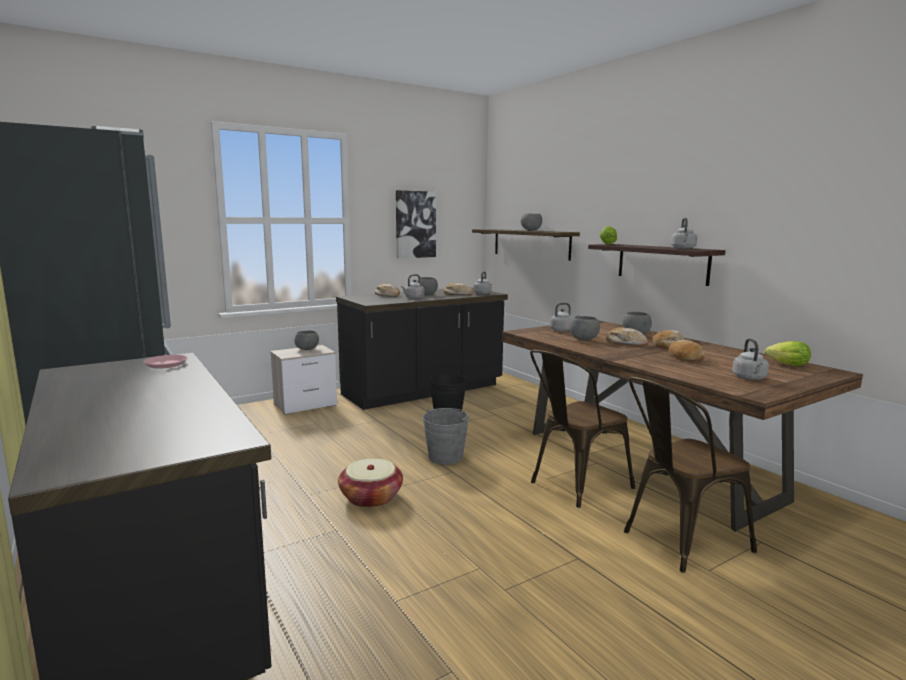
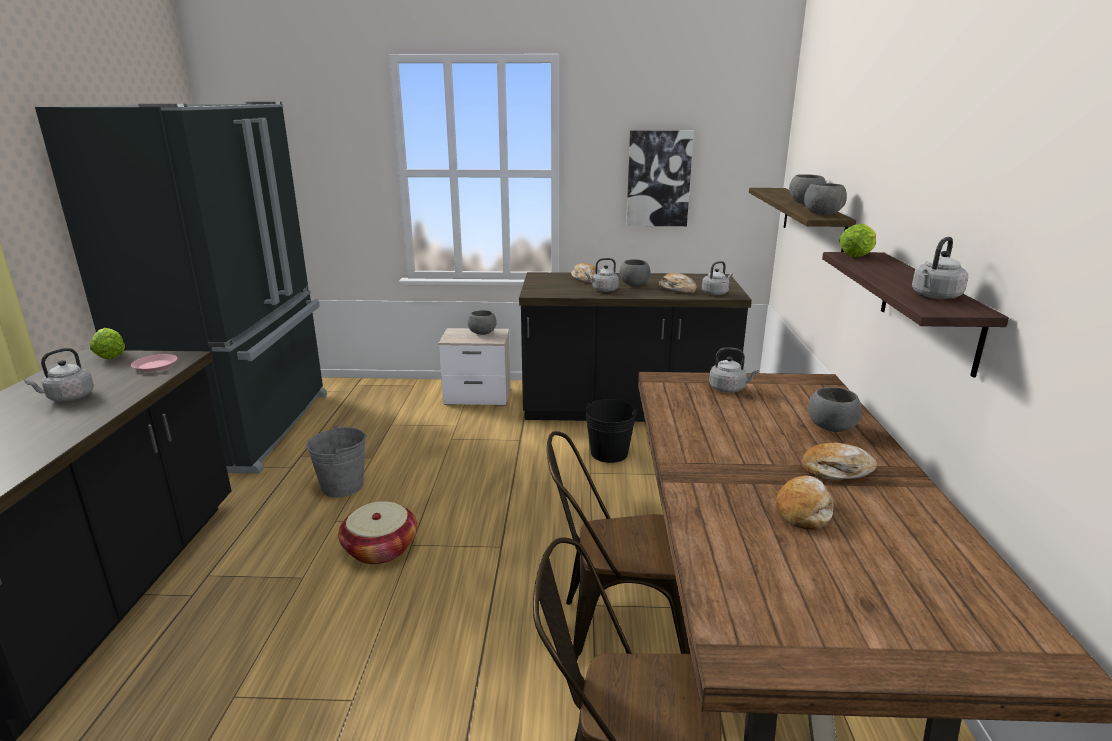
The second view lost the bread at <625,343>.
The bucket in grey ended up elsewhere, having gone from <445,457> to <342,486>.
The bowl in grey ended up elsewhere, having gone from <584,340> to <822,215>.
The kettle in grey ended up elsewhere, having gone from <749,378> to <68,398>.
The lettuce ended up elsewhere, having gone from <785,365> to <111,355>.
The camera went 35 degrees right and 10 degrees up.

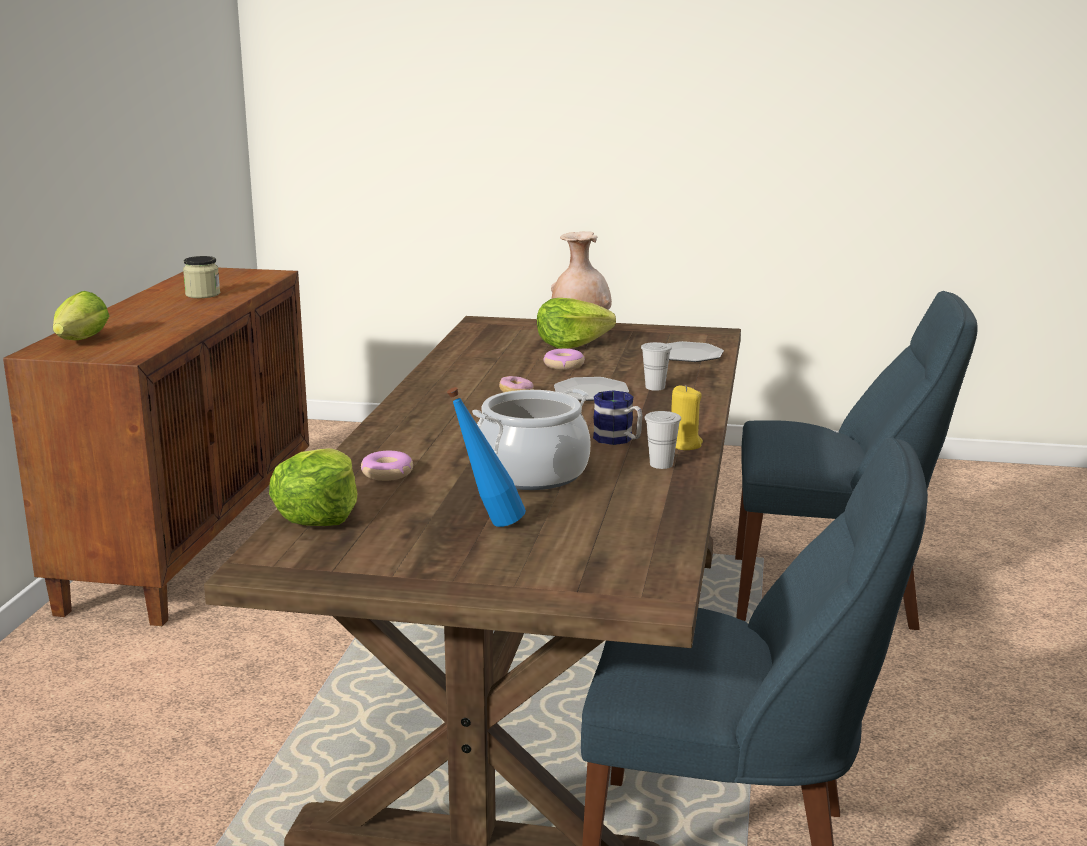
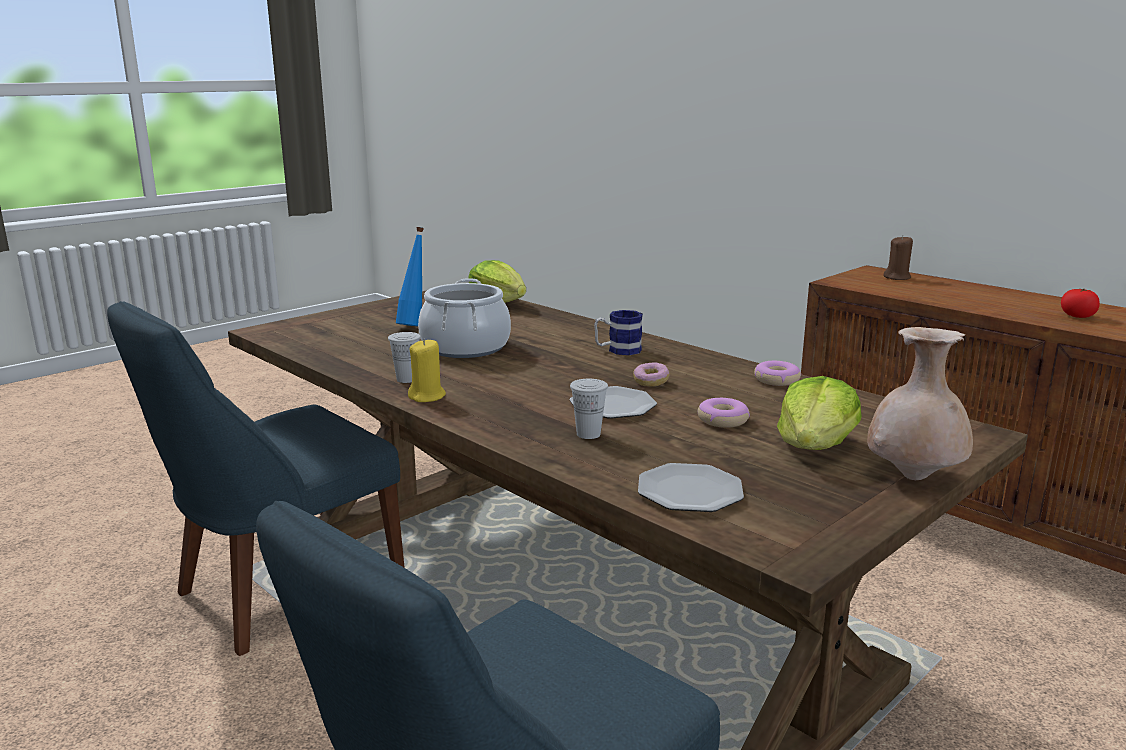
The donut ended up elsewhere, having gone from <387,473> to <776,380>.
The mug ended up elsewhere, having gone from <619,440> to <618,350>.
Where the lettuce stood at <79,341>, the candle in brown came to stand at <897,278>.
Where the jar stood at <203,294>, the tomato came to stand at <1077,316>.
The camera went 125 degrees right and 0 degrees up.

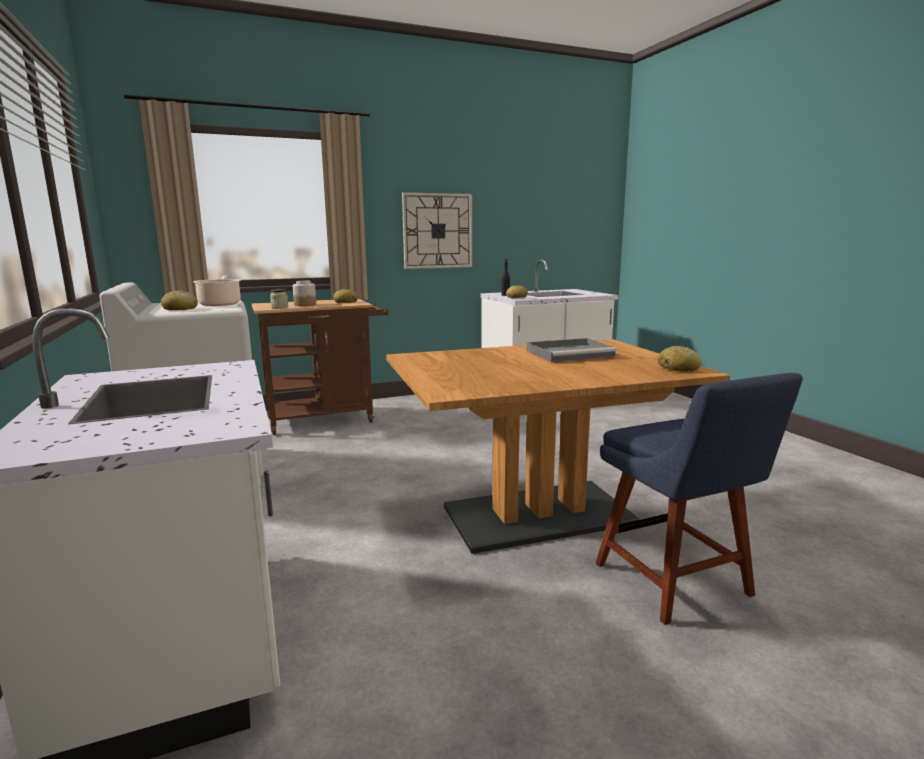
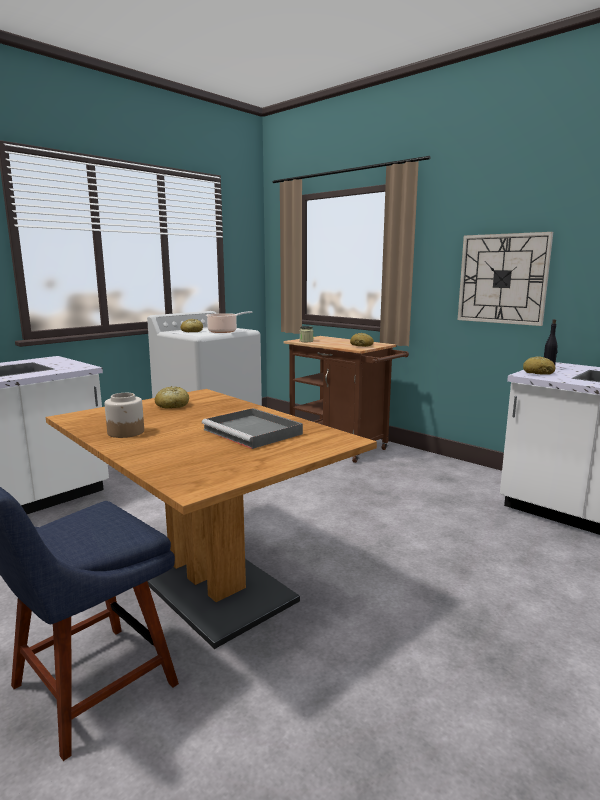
The jar ended up elsewhere, having gone from <305,305> to <126,432>.
The bread ended up elsewhere, having gone from <678,368> to <172,405>.
The camera went 65 degrees right and 0 degrees up.

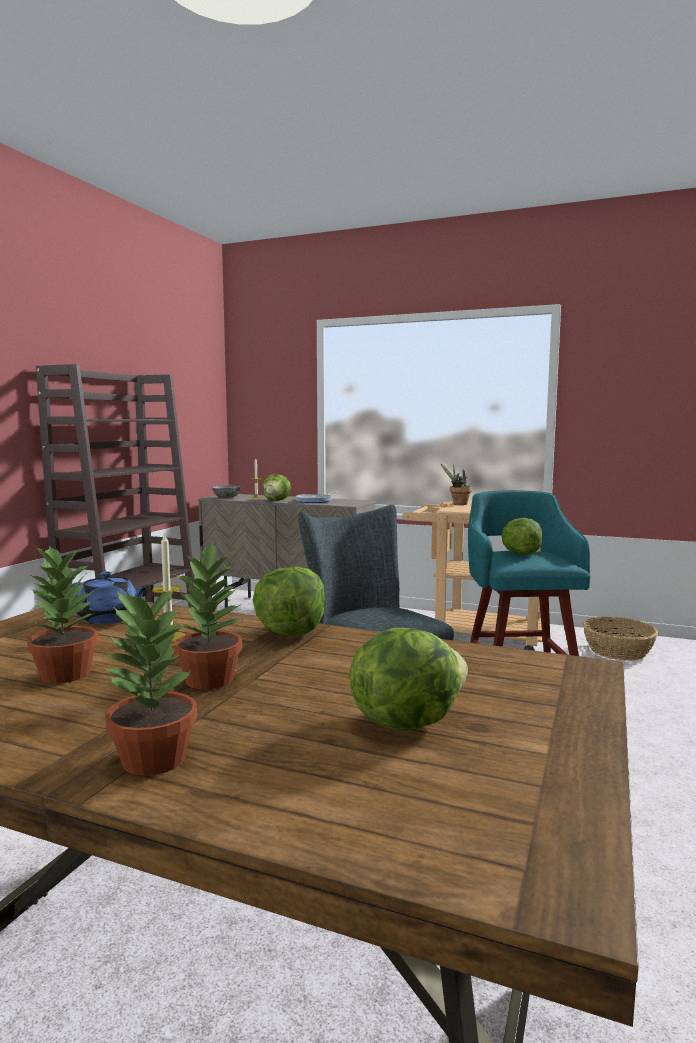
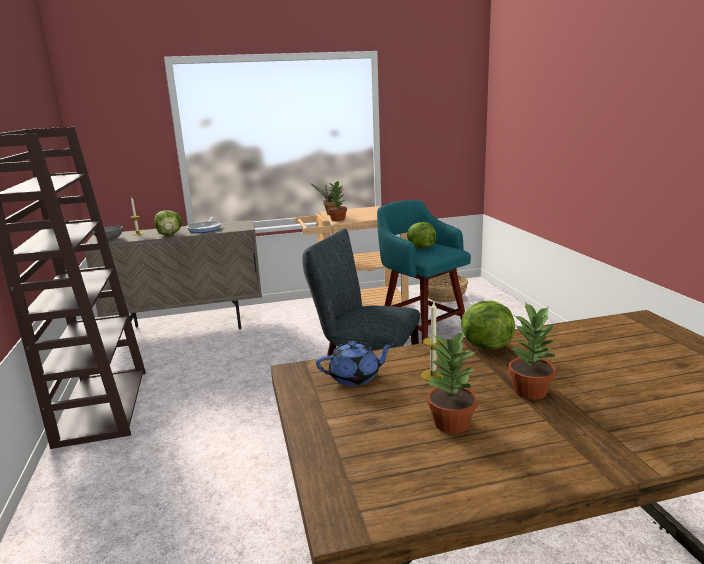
The second view lost the lettuce at <405,721>.
The potted plant ended up elsewhere, having gone from <152,759> to <337,219>.
The camera went 35 degrees left and 10 degrees up.

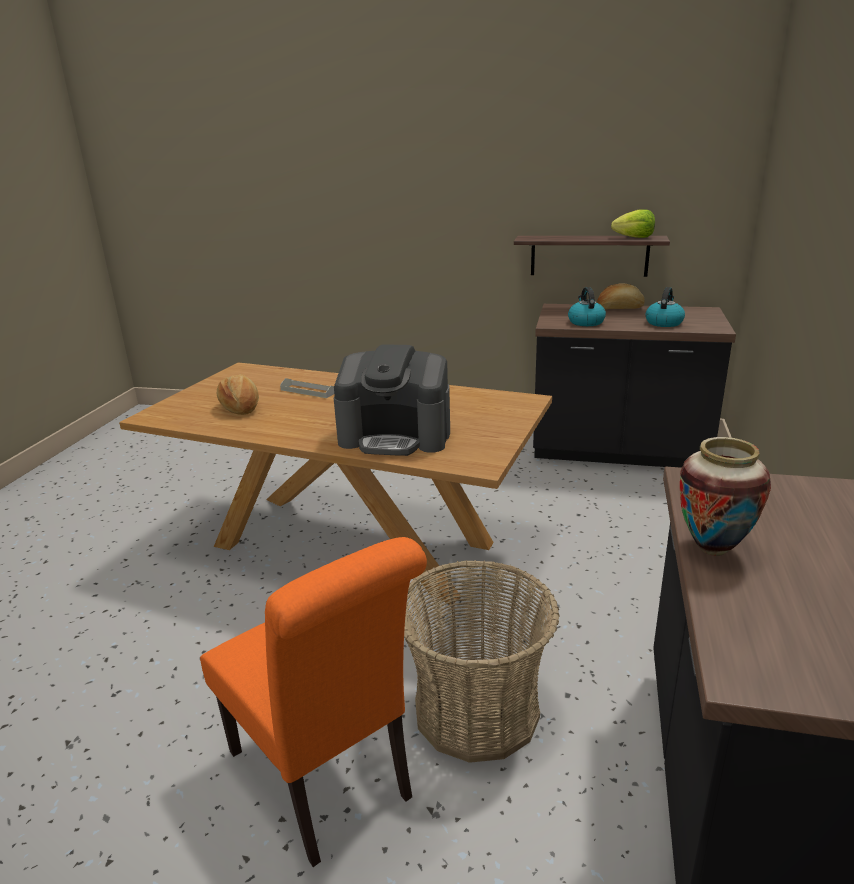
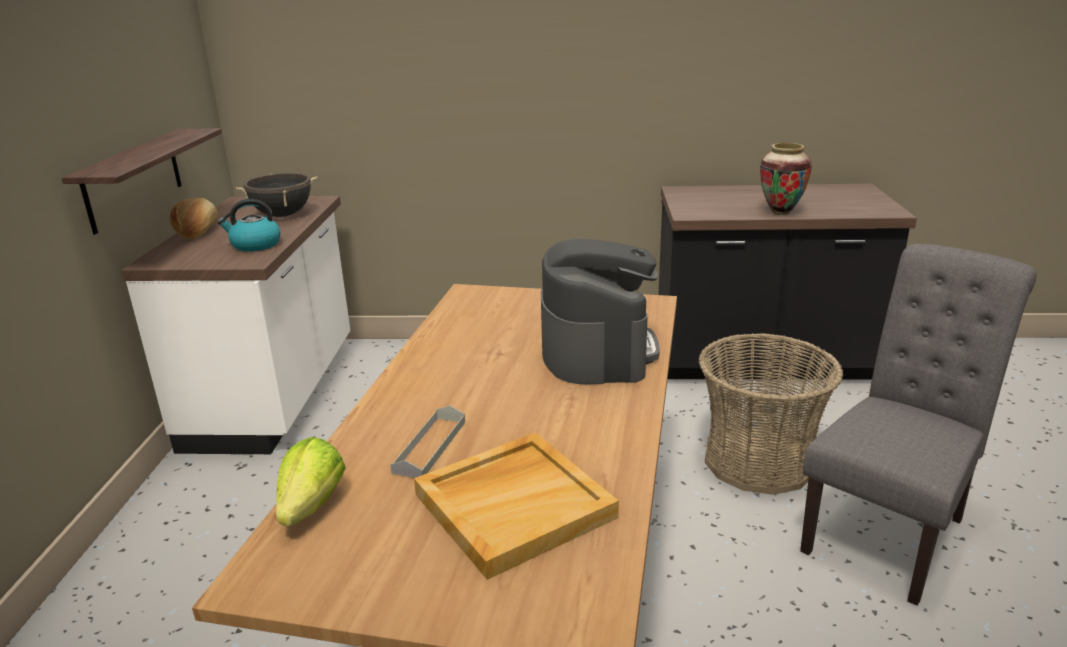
The lettuce ended up elsewhere, having gone from <634,237> to <311,506>.
Where the bread stood at <240,407>, the tray in beige came to stand at <514,504>.
Where the kettle stood at <664,323>, the cooking pot in black came to stand at <283,215>.
What was the chair in orange at <326,780> turned into the chair in grey at <890,530>.
What was the counter in black at <618,452> turned into the counter in white at <276,395>.
The camera went 100 degrees left and 0 degrees up.

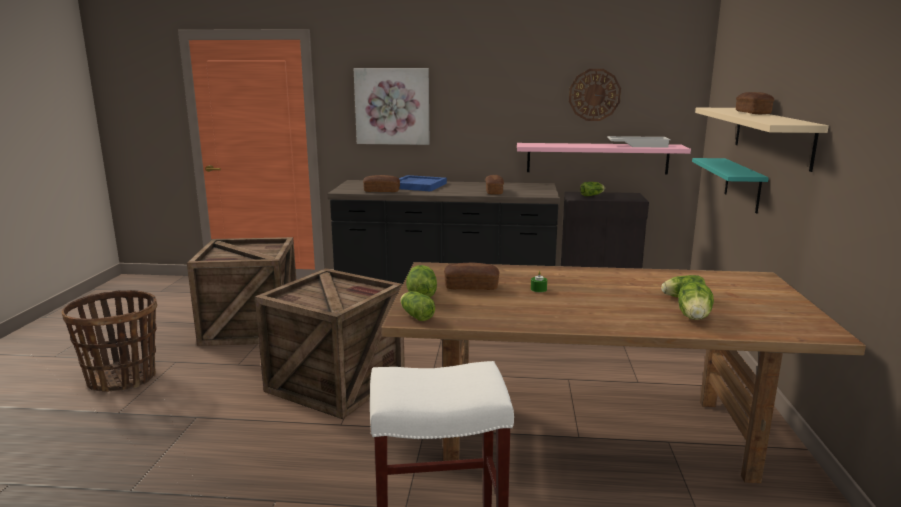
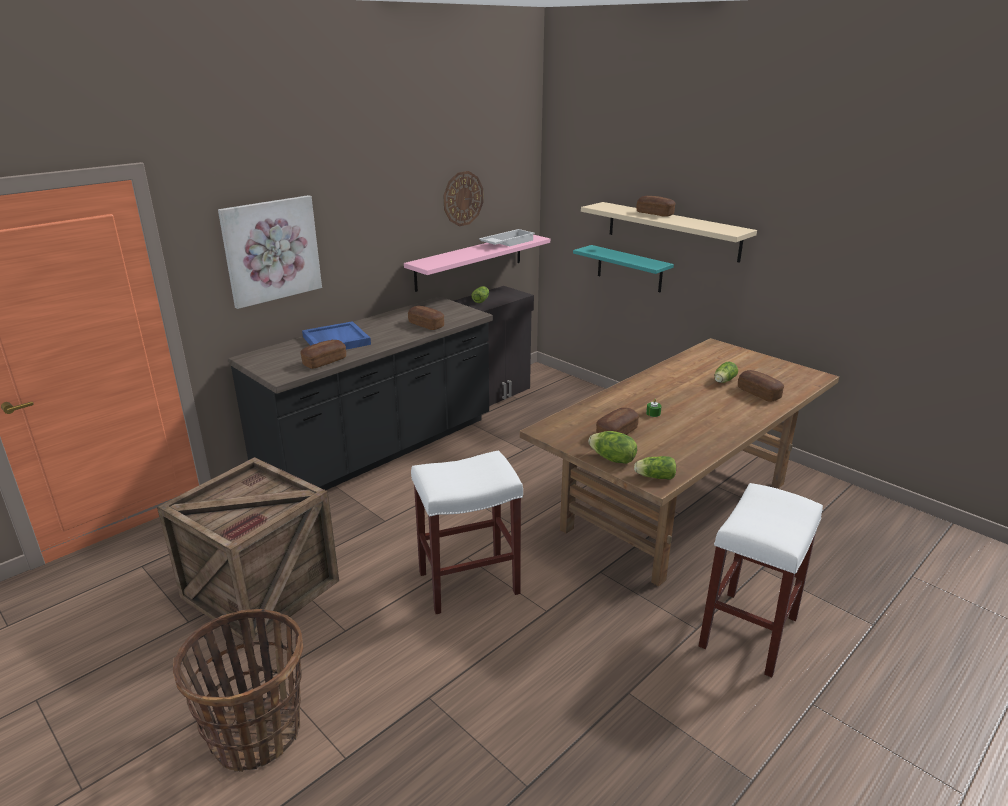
Where the crate stood at <338,382>, the stool in white came to stand at <470,582>.
Where the lettuce stood at <694,317>, the bread came to stand at <759,393>.
The camera went 50 degrees left and 10 degrees up.

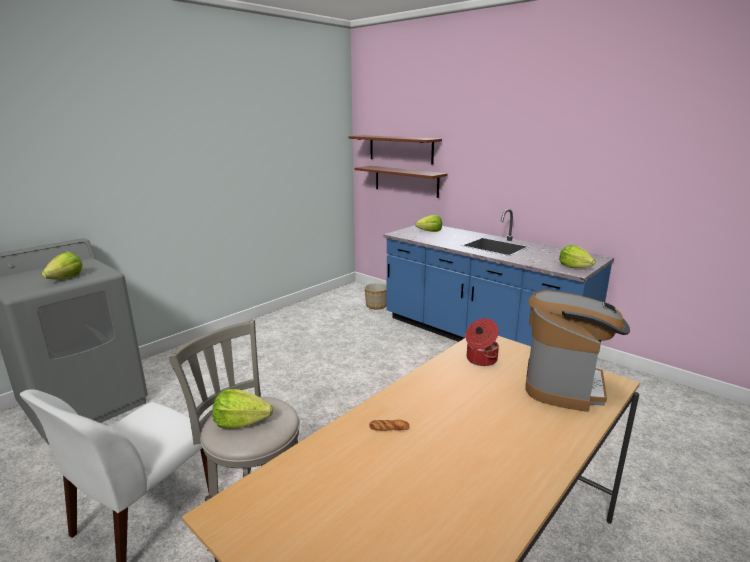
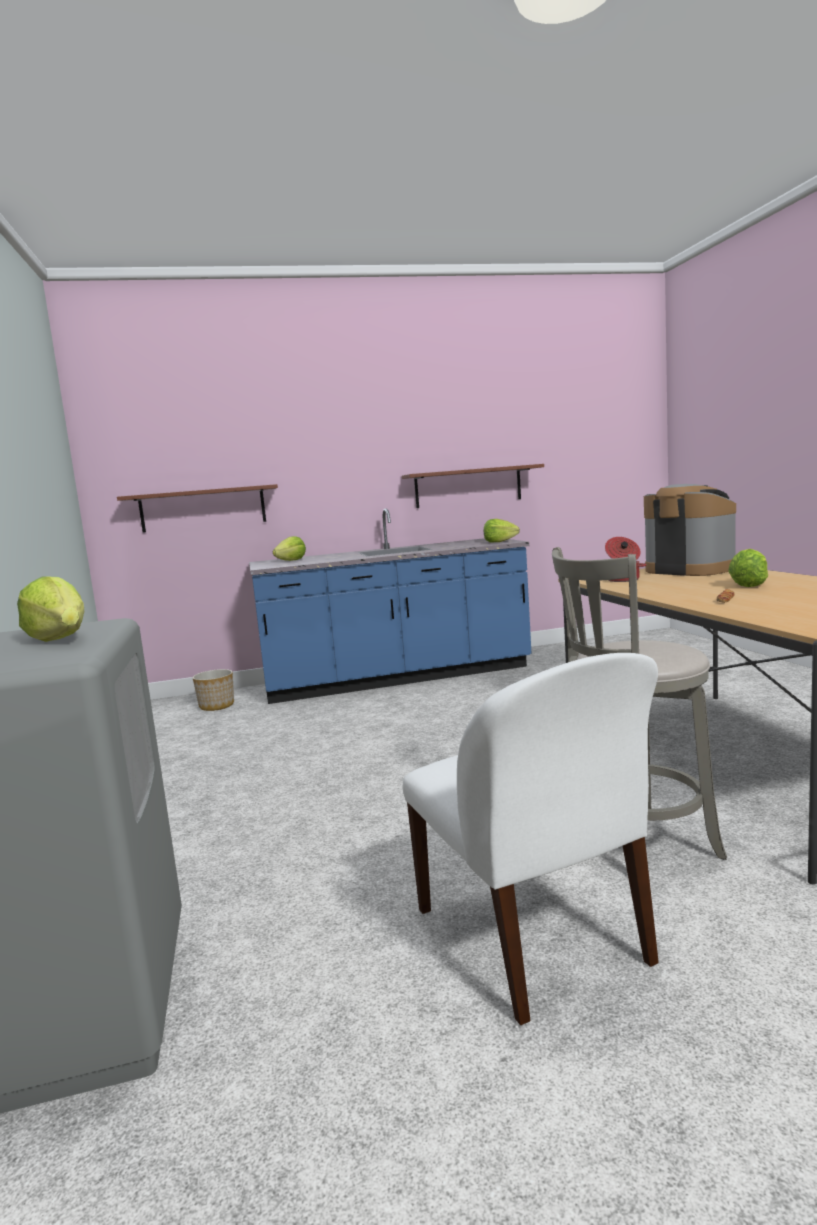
The lettuce ended up elsewhere, having gone from <241,423> to <749,585>.
The shelf in brown ended up elsewhere, having gone from <400,149> to <468,487>.
The camera went 55 degrees left and 10 degrees down.

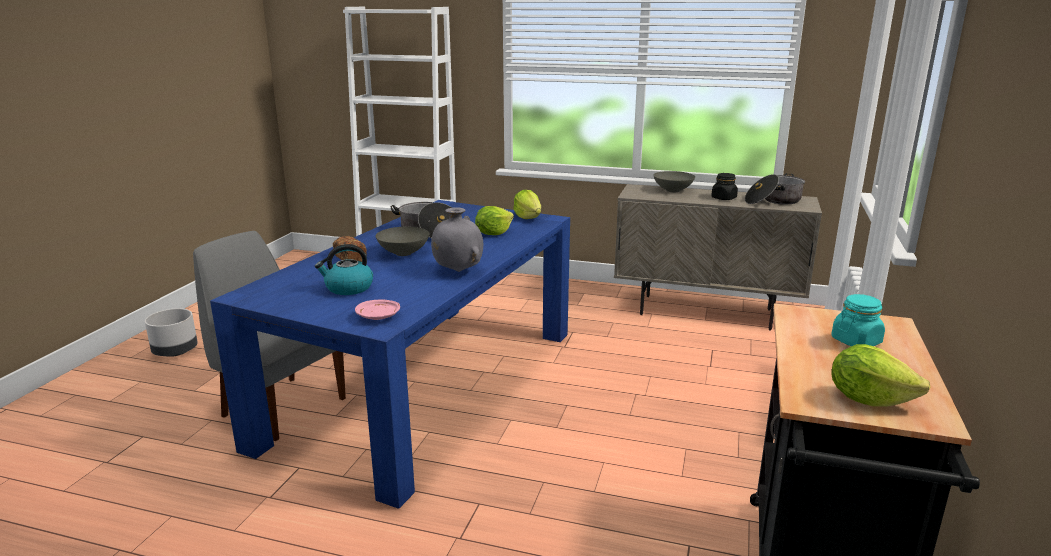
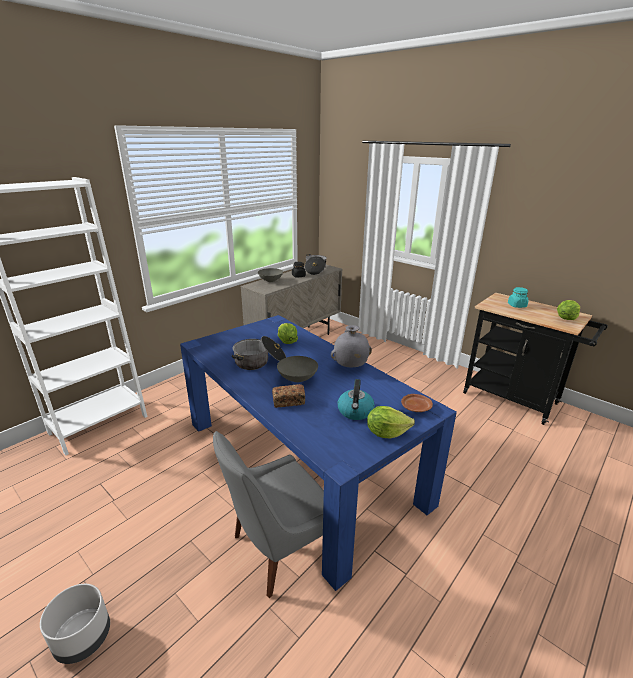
The lettuce ended up elsewhere, having gone from <528,217> to <386,433>.
What was the plate in pink at <379,316> turned into the plate in brown at <416,407>.
The camera went 65 degrees left and 5 degrees up.

